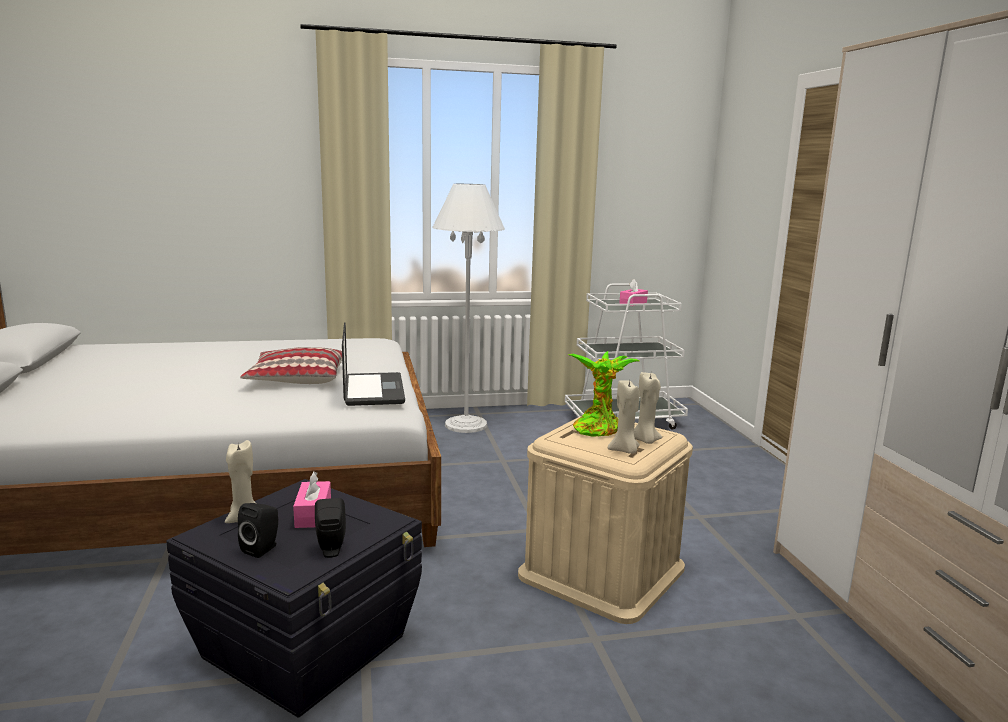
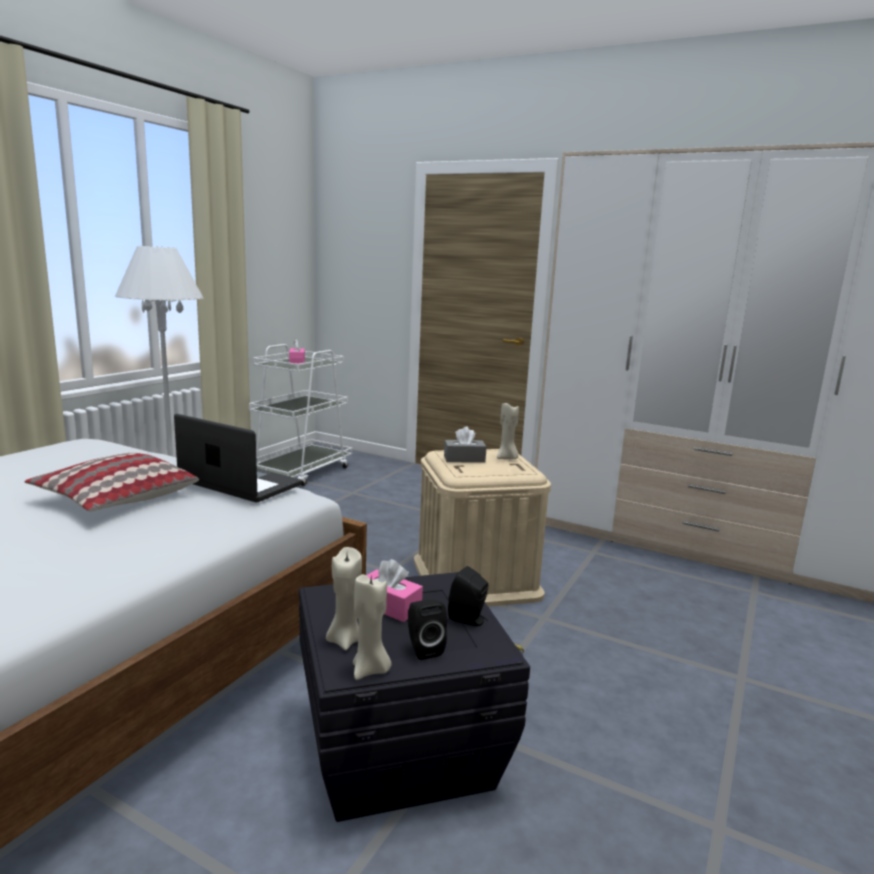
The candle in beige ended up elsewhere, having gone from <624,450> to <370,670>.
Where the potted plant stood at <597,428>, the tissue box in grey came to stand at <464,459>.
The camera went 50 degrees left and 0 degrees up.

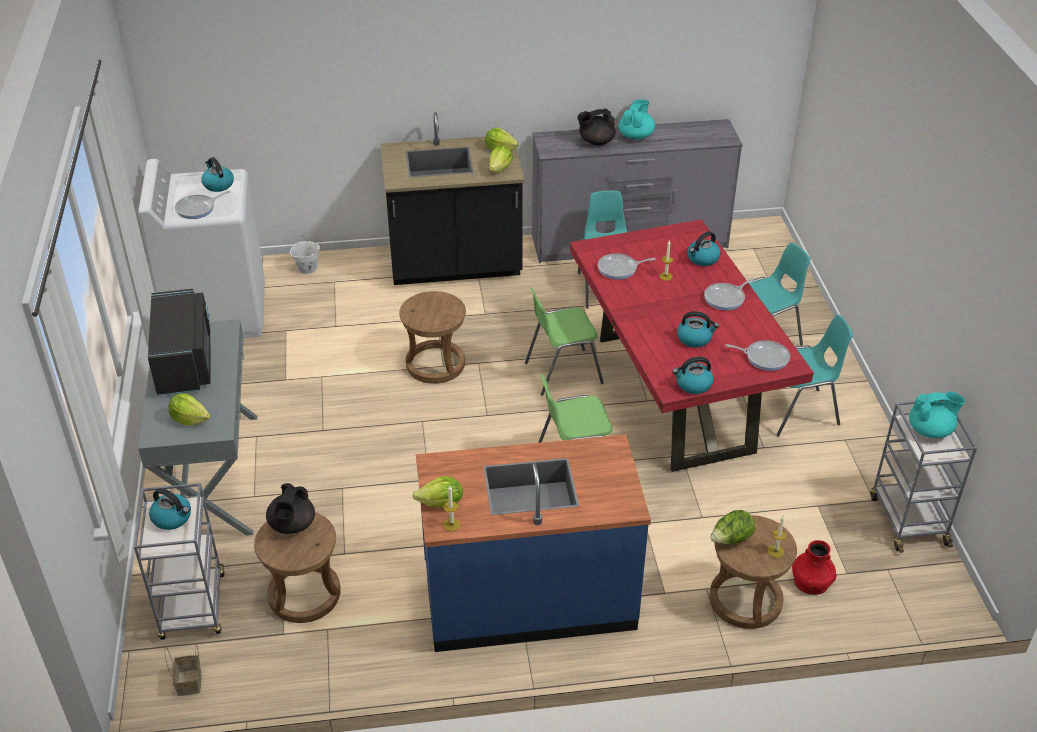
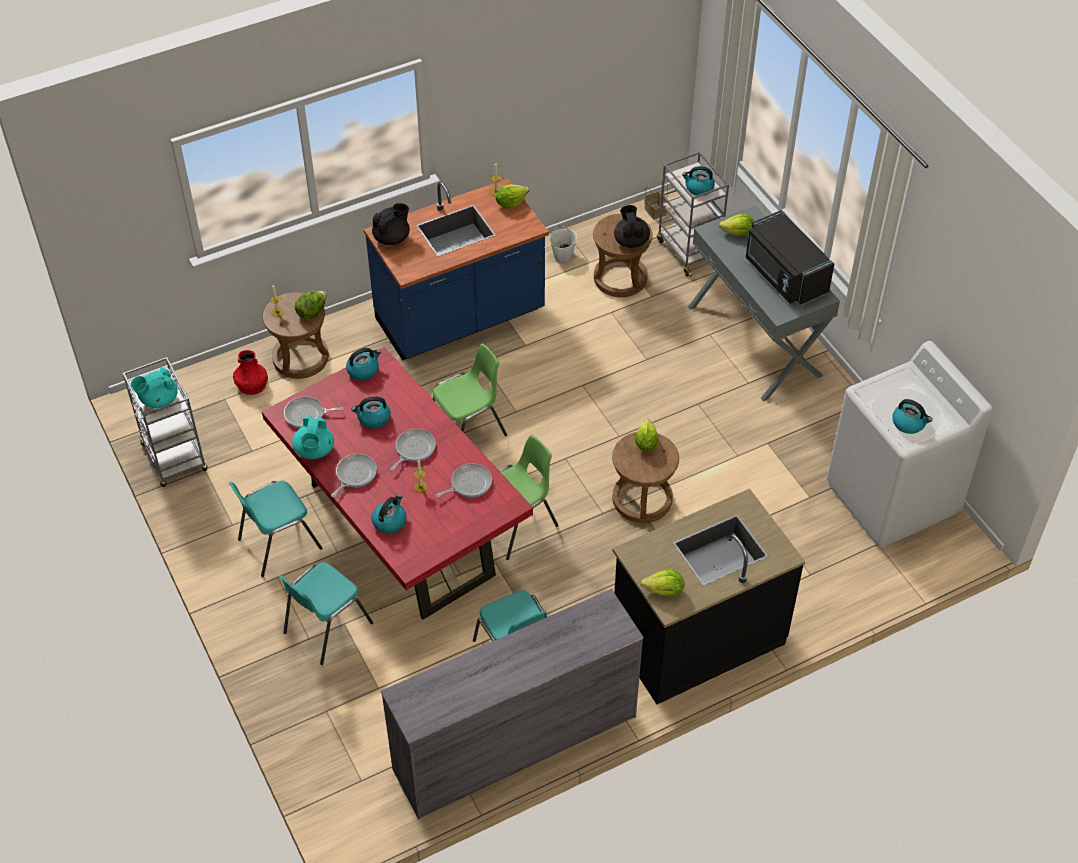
The frying pan ended up elsewhere, having gone from <198,209> to <413,449>.
The bucket in white ended up elsewhere, having gone from <307,268> to <563,255>.
The lettuce ended up elsewhere, having gone from <500,169> to <646,443>.
The teapot in black ended up elsewhere, having gone from <596,142> to <392,238>.
The teapot in turquoise ended up elsewhere, having gone from <636,136> to <314,451>.
The camera went 160 degrees right and 10 degrees up.

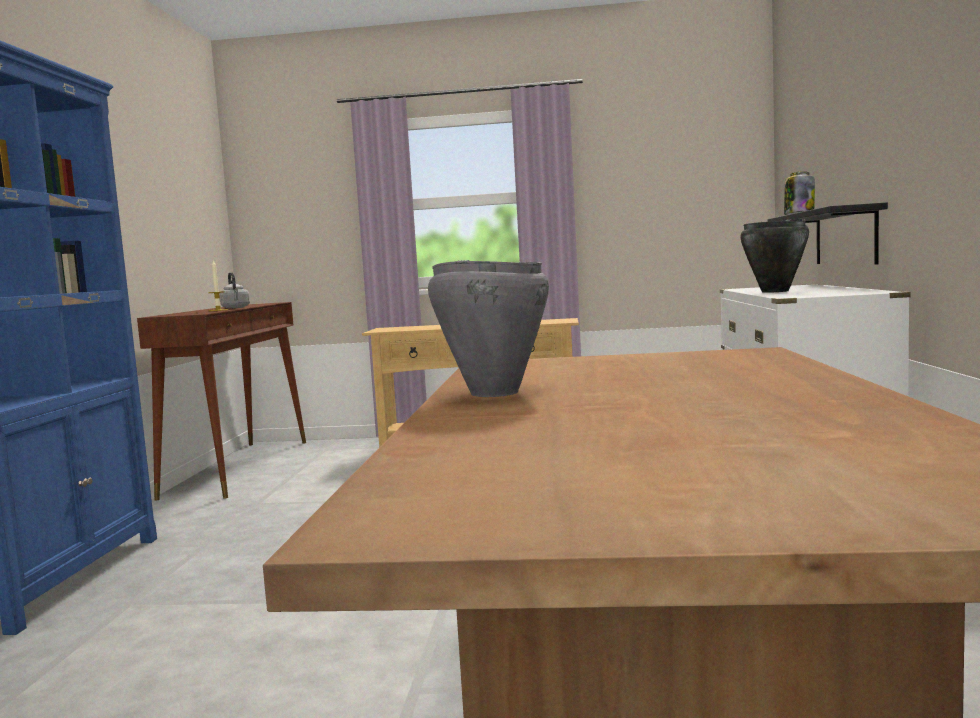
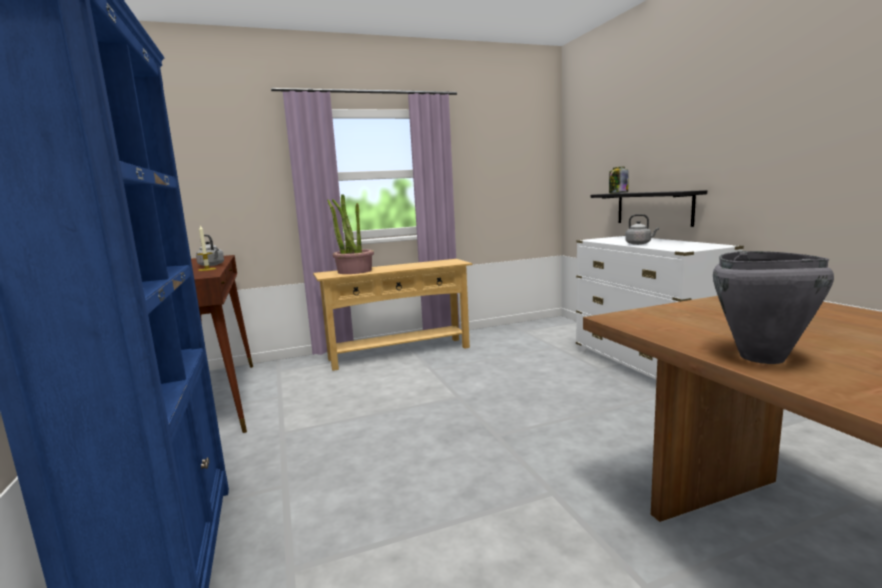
The second view gained the potted plant at <354,271>.
Where the cooking pot in black stood at <775,291>, the kettle in grey came to stand at <639,244>.
The camera went 25 degrees left and 5 degrees up.

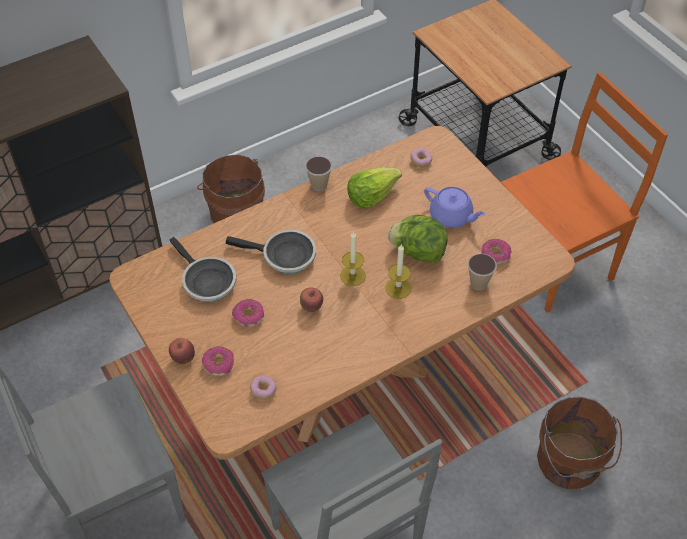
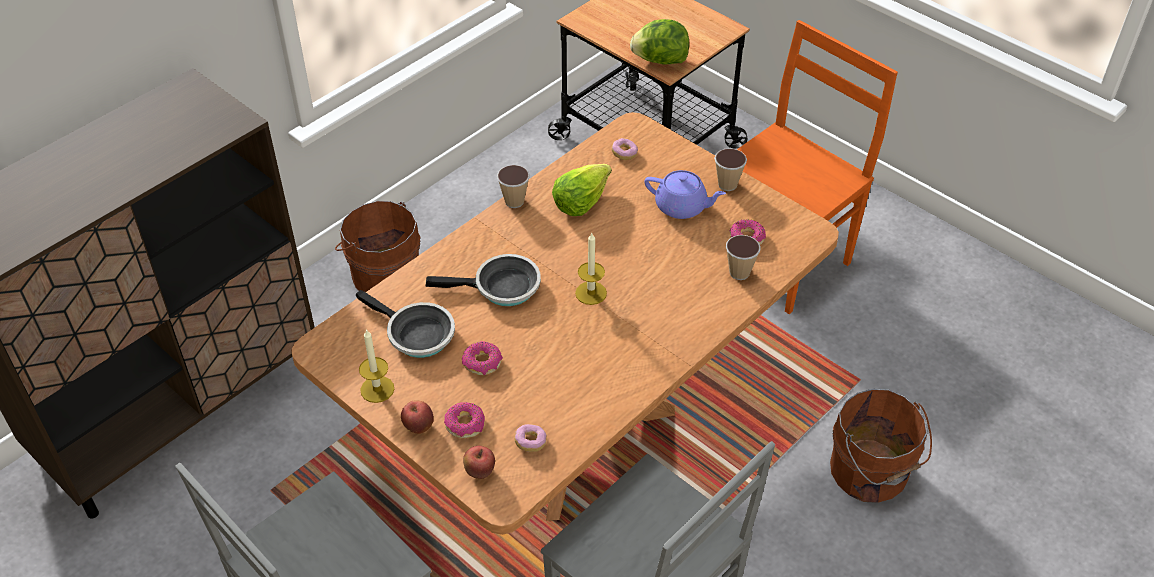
The second view gained the cup at <727,185>.
The apple ended up elsewhere, having gone from <311,307> to <479,472>.
The candle ended up elsewhere, having gone from <398,288> to <377,389>.
The lettuce ended up elsewhere, having gone from <417,252> to <660,61>.
The camera went 15 degrees left and 5 degrees down.

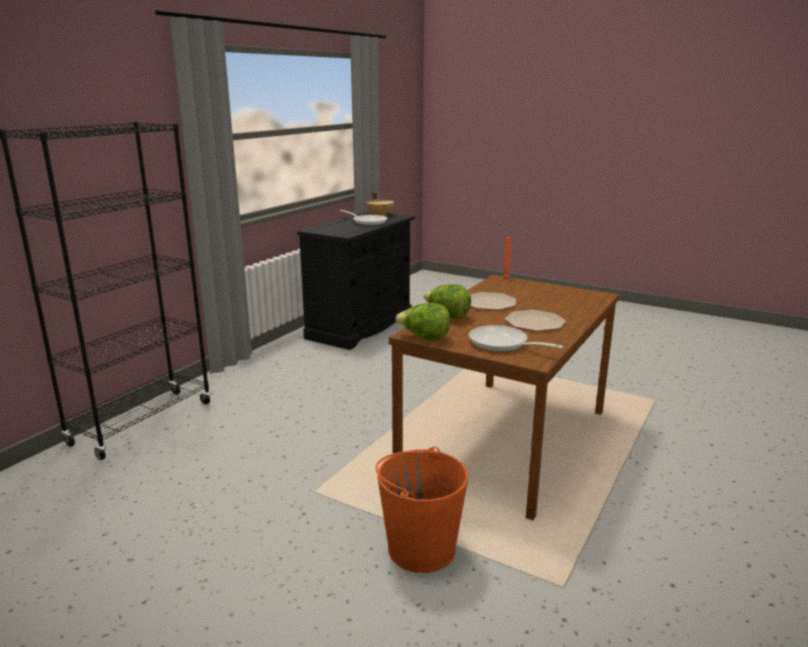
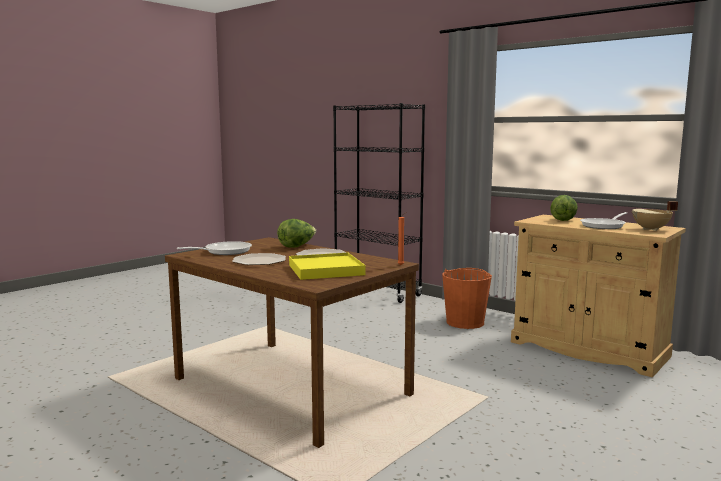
The second view gained the tray in yellow at <325,270>.
The bucket in orange ended up elsewhere, having gone from <421,548> to <465,322>.
The lettuce ended up elsewhere, having gone from <424,338> to <563,220>.
What was the cabinet in black at <361,326> turned into the cabinet in beige at <588,349>.
The camera went 100 degrees right and 10 degrees down.

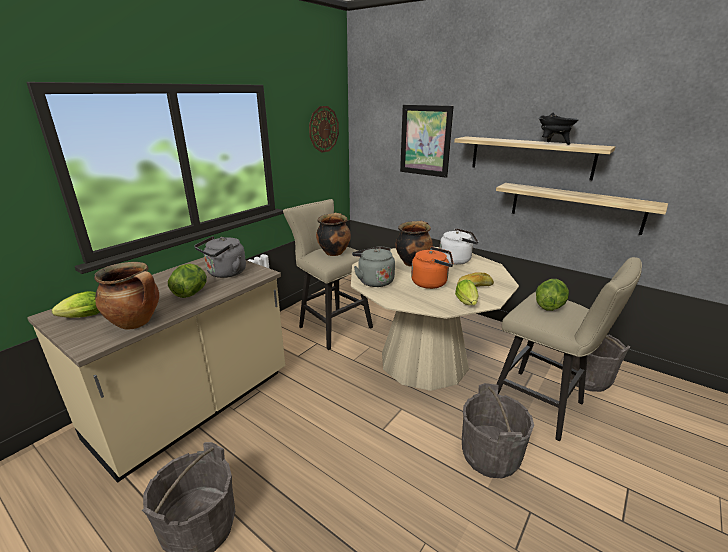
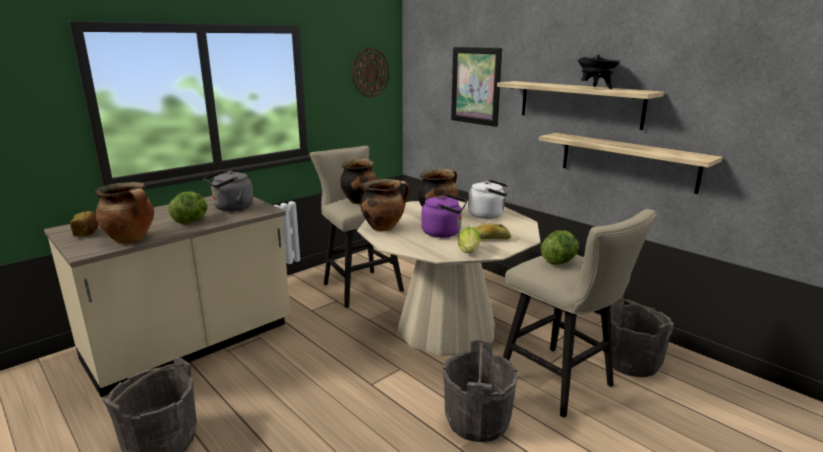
Where the lettuce stood at <81,317>, the bread came to stand at <87,232>.
Where the kettle in grey stood at <374,281>, the cooking pot came to stand at <384,227>.
What was the kettle in orange at <431,283> turned into the kettle in purple at <444,233>.
The camera went 10 degrees right and 5 degrees down.

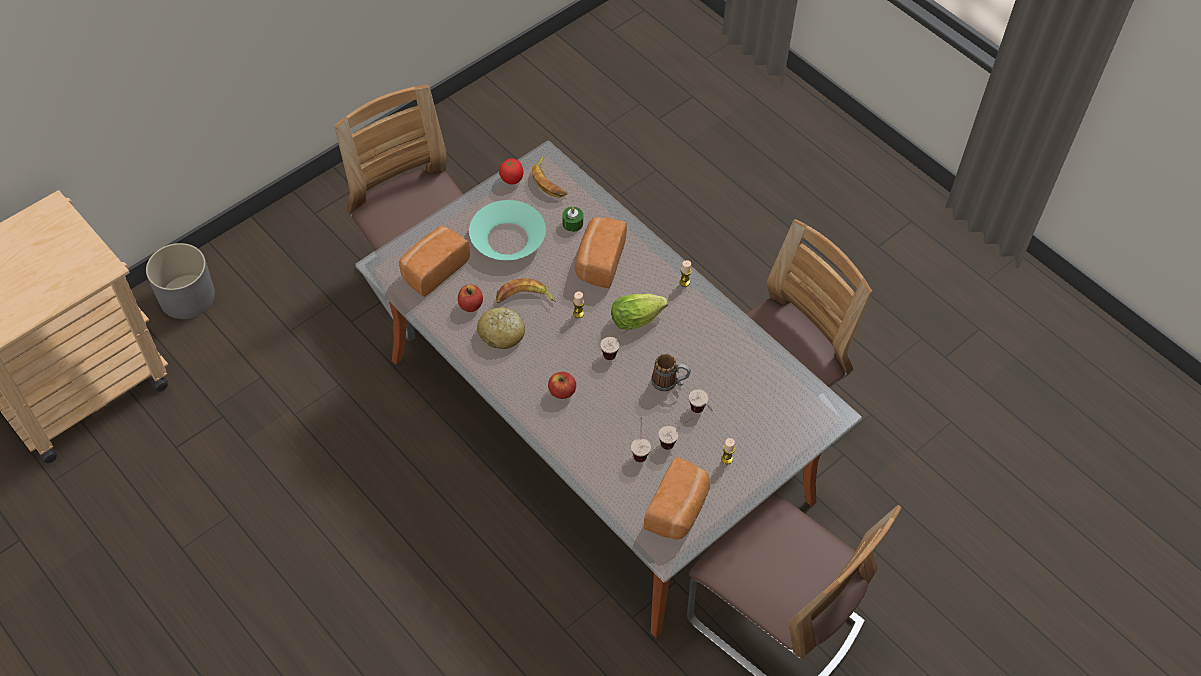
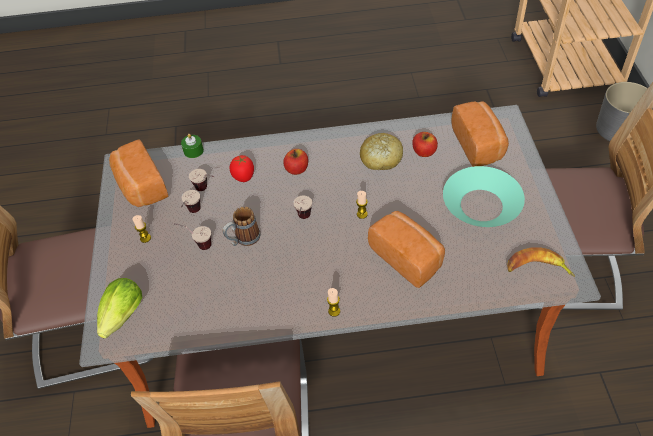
The second view lost the banana at <524,297>.
The tomato ended up elsewhere, having gone from <512,179> to <244,177>.
The candle in green ended up elsewhere, having gone from <572,223> to <193,151>.
The lettuce ended up elsewhere, having gone from <639,318> to <122,319>.
The camera went 130 degrees right and 5 degrees down.

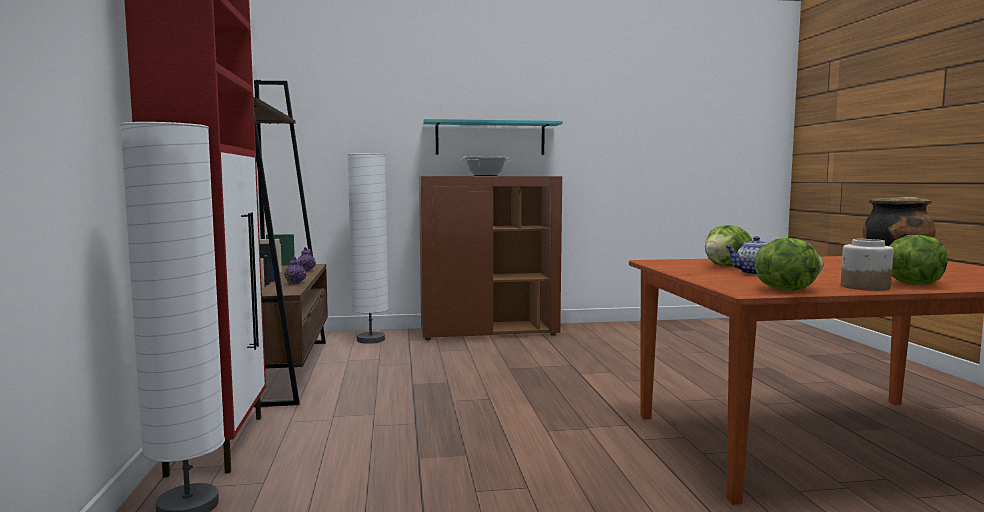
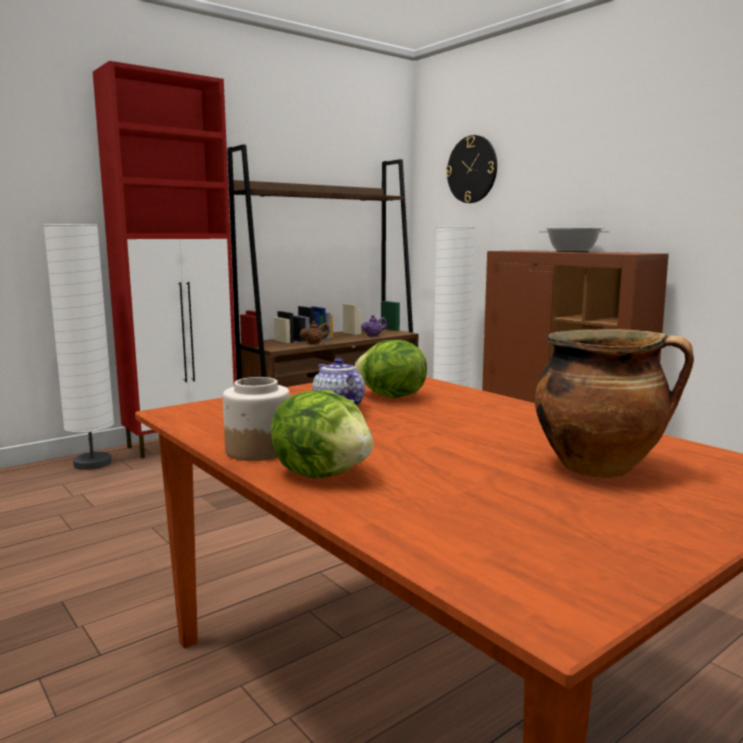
The second view lost the shelf in turquoise at <490,138>.
The second view lost the lettuce at <786,290>.
The second view gained the wall clock at <472,169>.
What was the teapot in purple at <295,283> turned into the teapot in brown at <314,343>.
The camera went 60 degrees right and 5 degrees up.

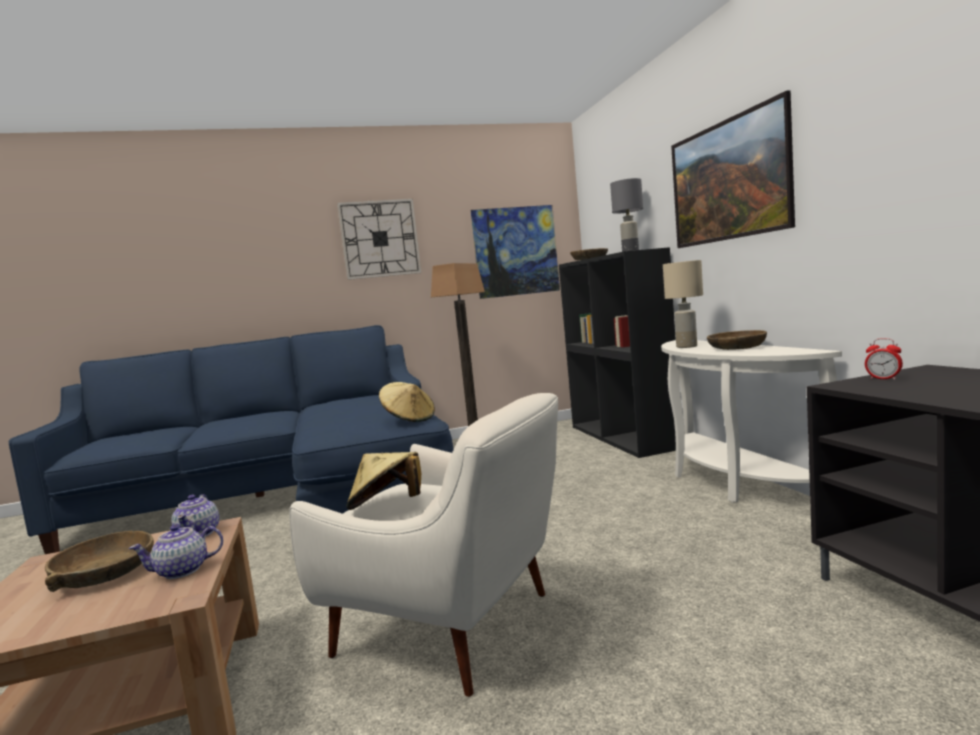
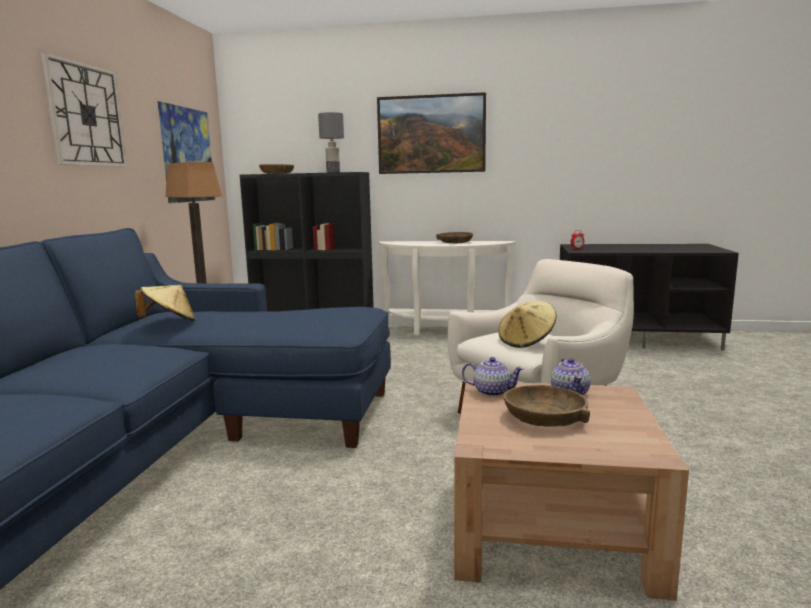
The second view lost the table lamp in beige at <687,346>.
The hat in beige ended up elsewhere, having gone from <409,419> to <169,322>.
The camera went 65 degrees left and 5 degrees up.

